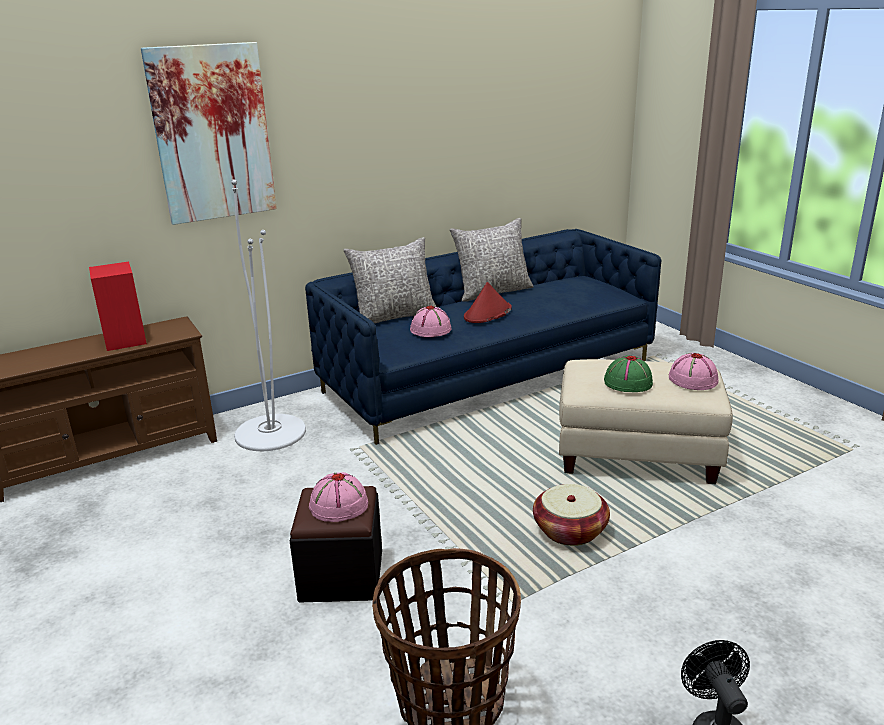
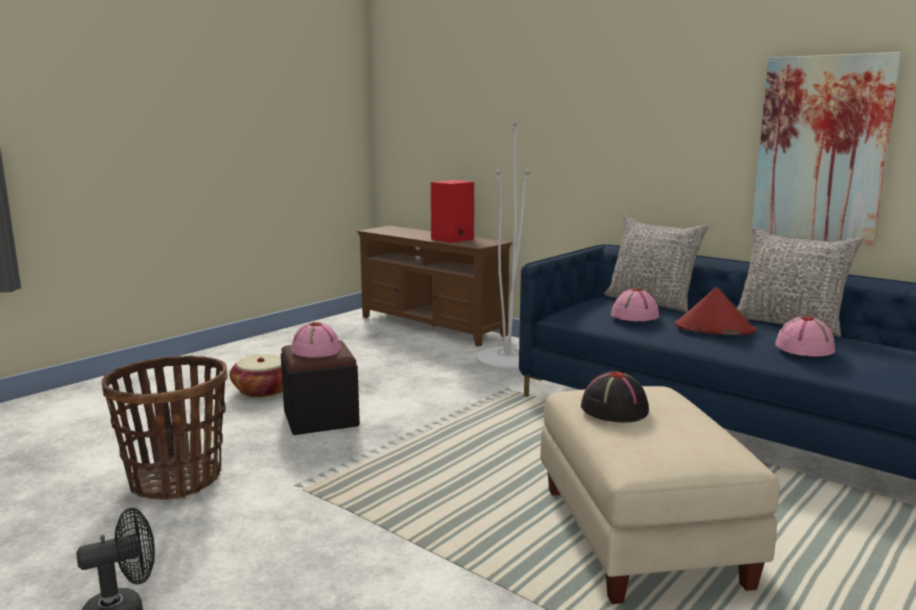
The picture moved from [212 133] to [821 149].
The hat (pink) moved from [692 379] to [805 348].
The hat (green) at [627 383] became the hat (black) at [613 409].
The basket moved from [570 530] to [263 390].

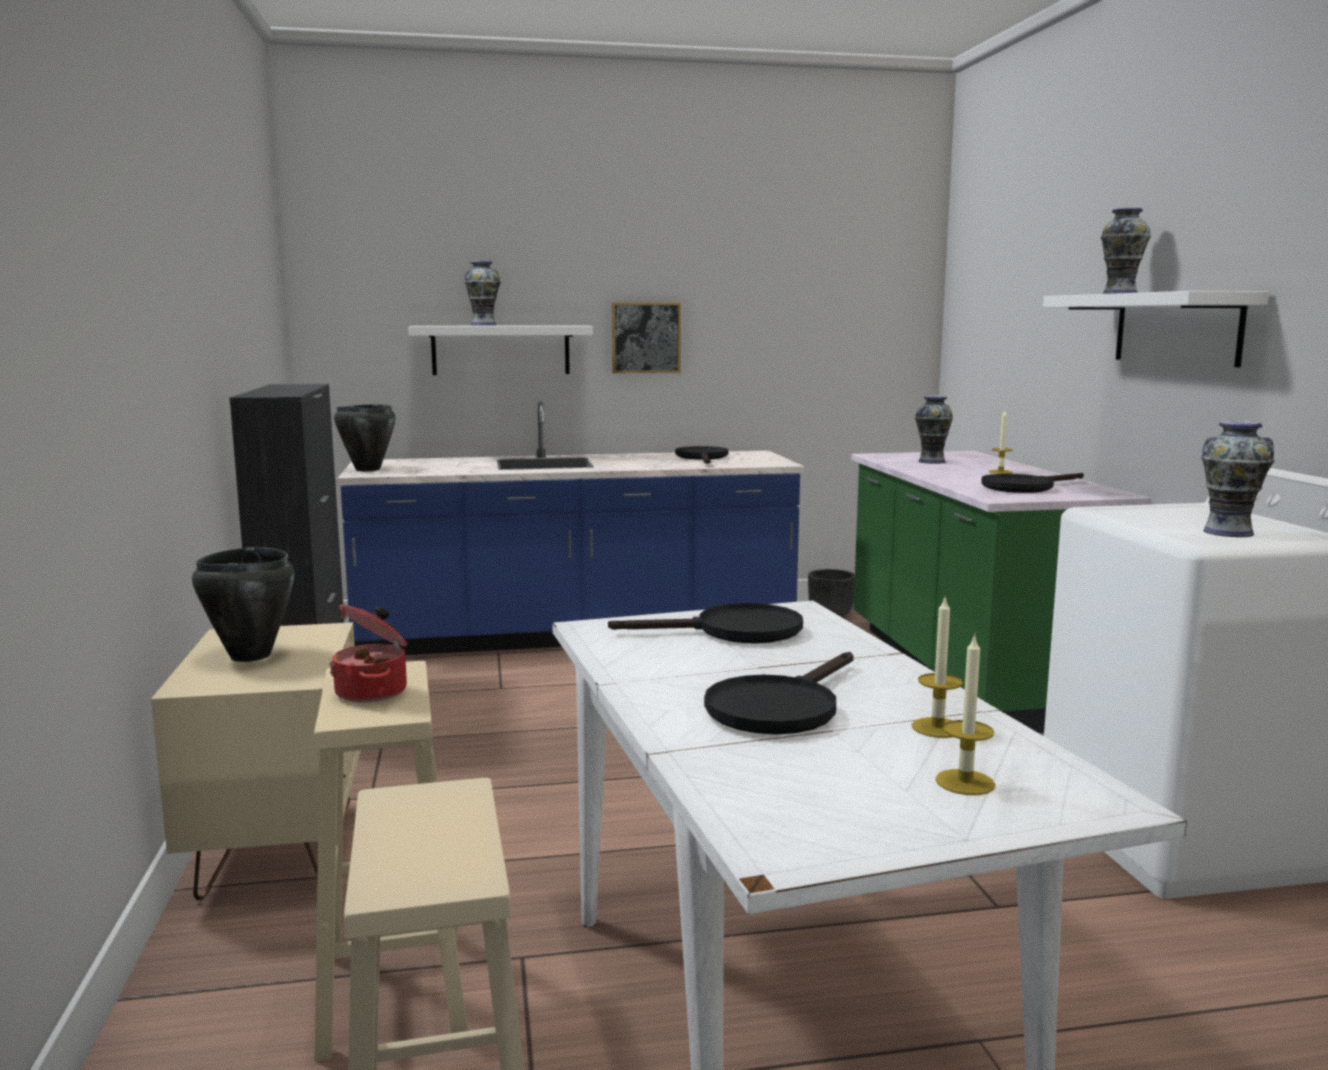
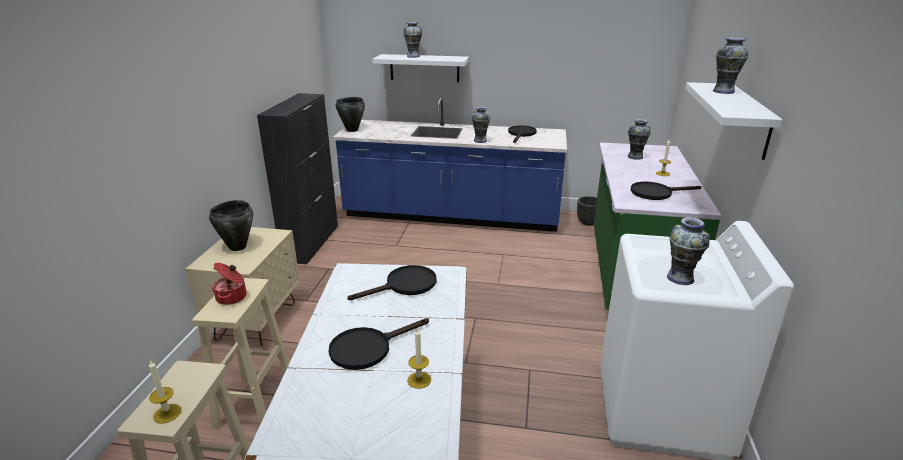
The picture at [646 337] disappeared.
The frying pan (black) at [733 631] turned 45 degrees counterclockwise.
The candle moved from [965 782] to [167 413].
The vase at [480 140] appeared.

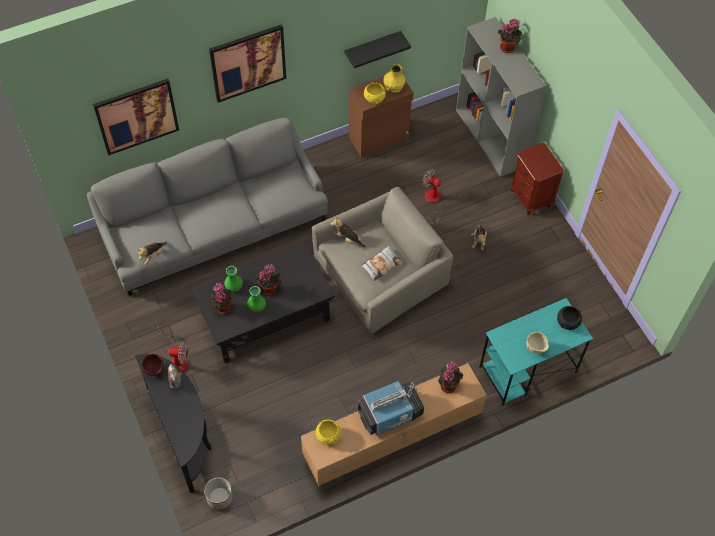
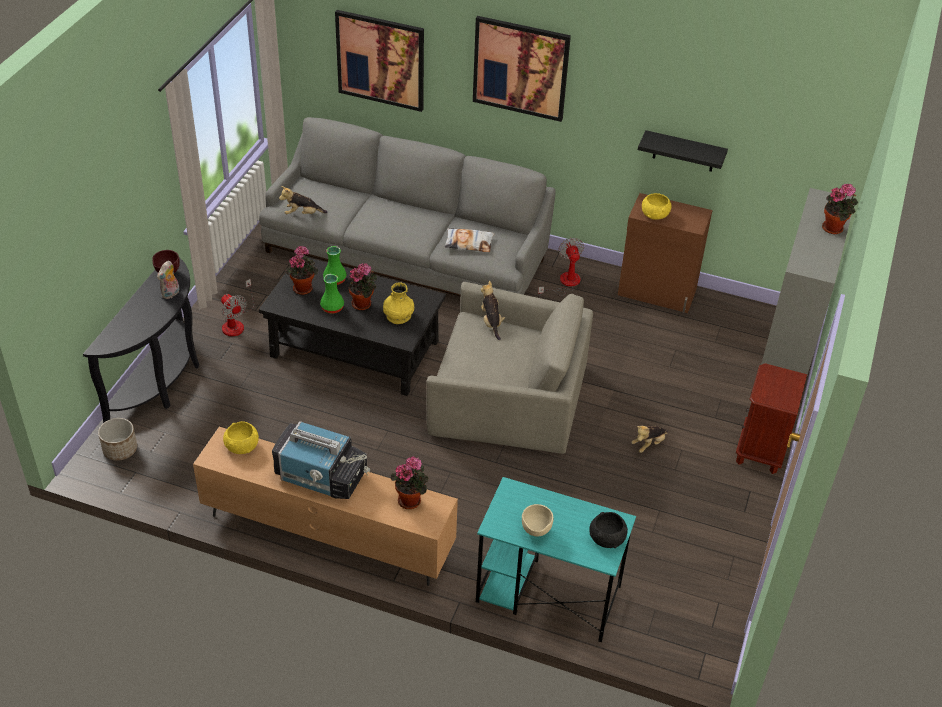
The vase (yellow) moved from [393 86] to [398 315].
The fan moved from [433 201] to [564 283].
The pillow moved from [381 264] to [469 243].

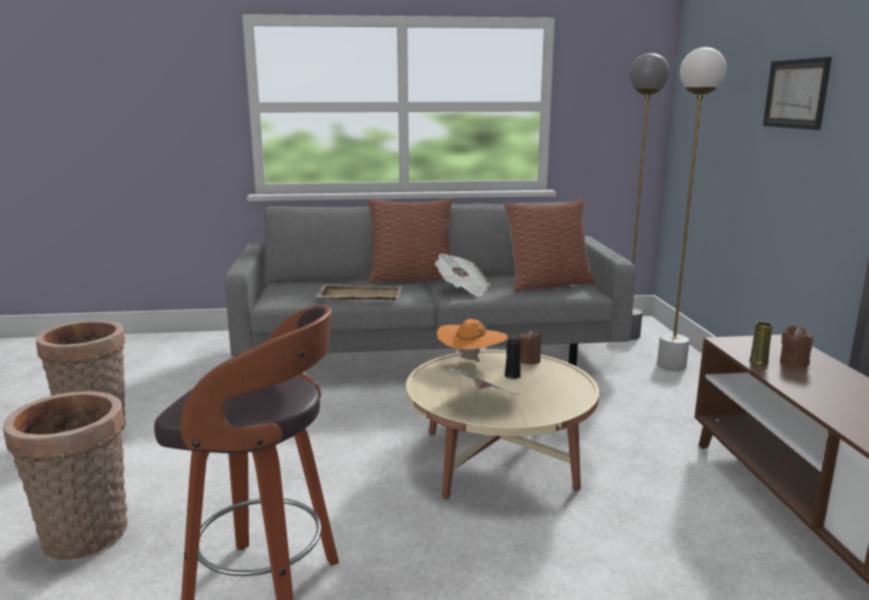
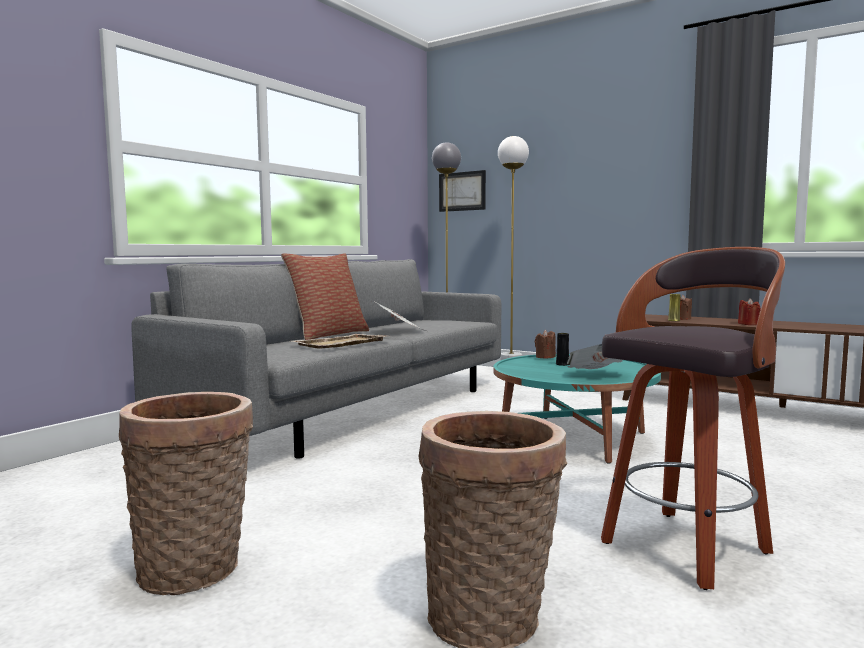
The picture moved from [796 94] to [462 191].
The pillow at [548 284] disappeared.
The hat (orange) at [471 362] disappeared.
The coffee table (beige) at [499 460] became the coffee table (turquoise) at [573 437].
The candle (red) at [748 324] appeared.

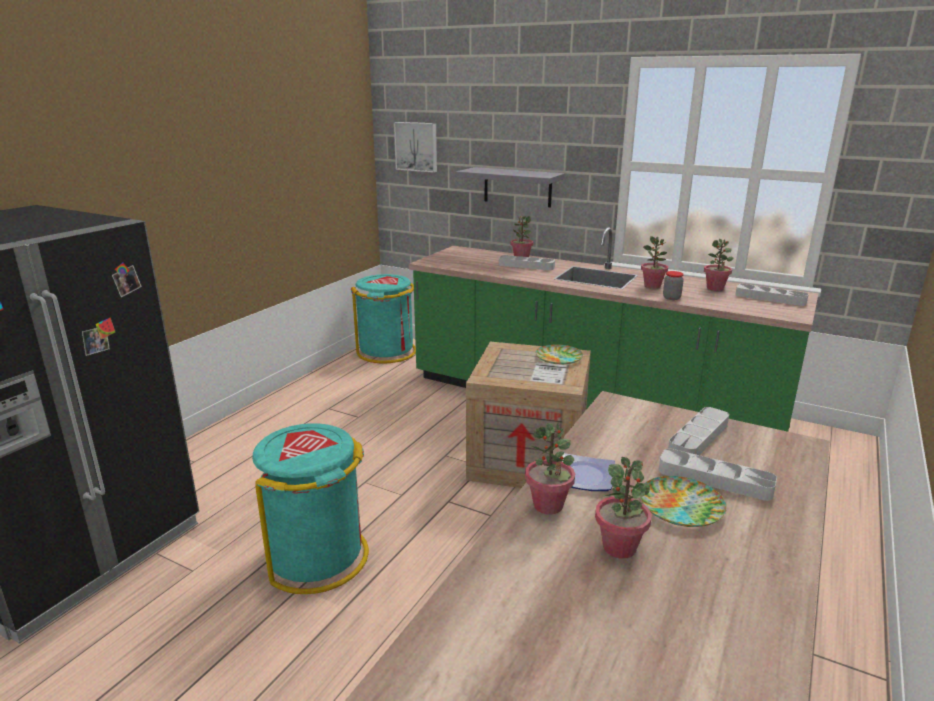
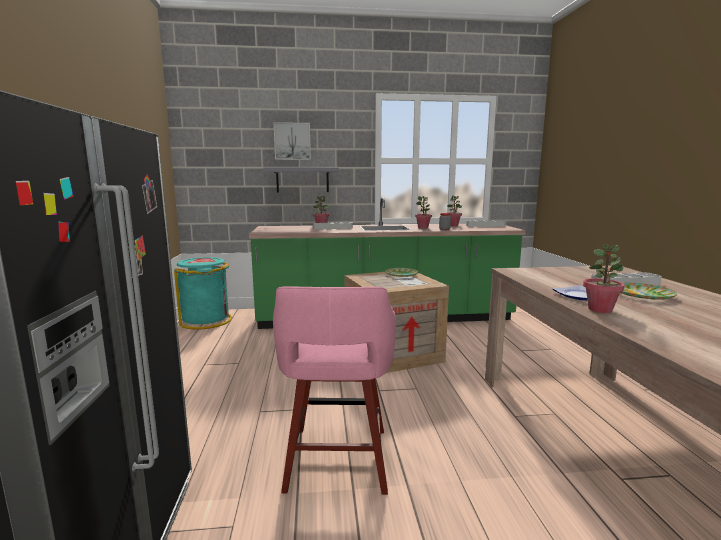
The picture moved from [416 146] to [292 141].
The tray (grey) at [698 438] disappeared.
The trash can (turquoise) at [317 557] was replaced by the stool (pink) at [337 461].
The potted plant at [619 547] disappeared.

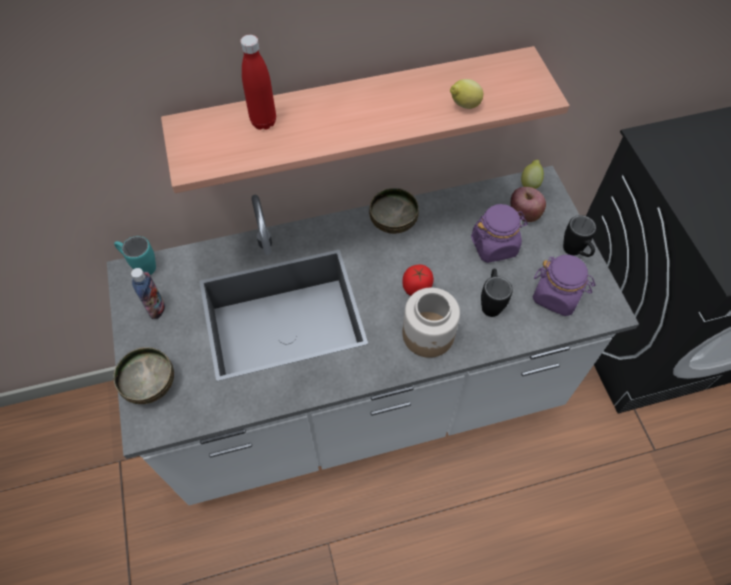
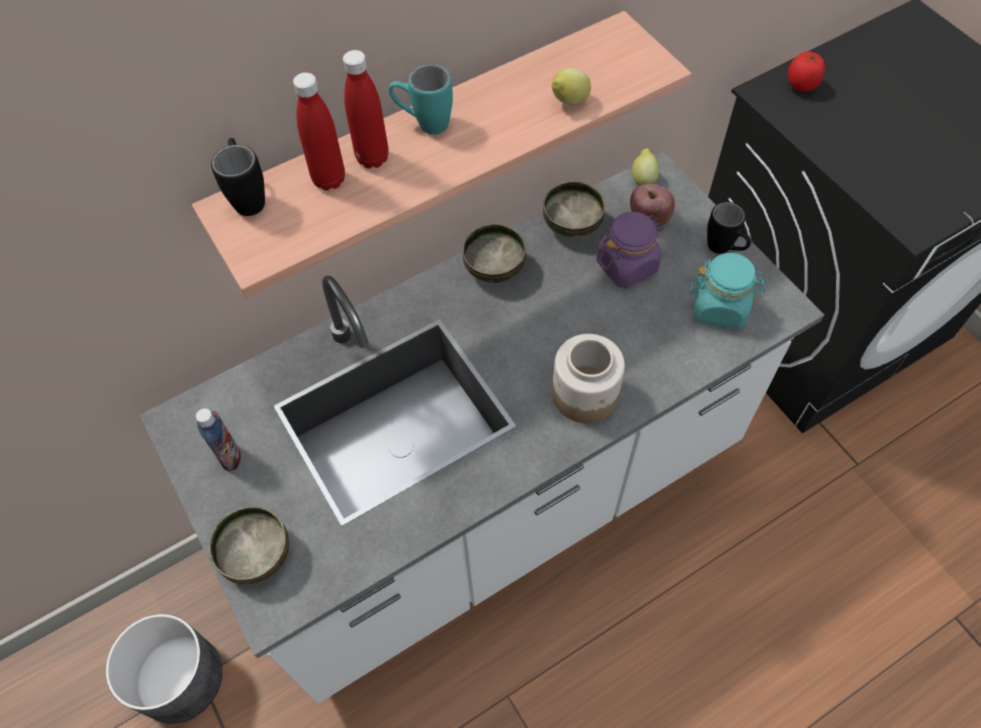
The mug (turquoise) moved from [141 266] to [424 123].
The jar (purple) at [556 296] became the jar (turquoise) at [720 307].
The tomato moved from [417 289] to [801 85].
The mug (black) moved from [490 302] to [248 196].
The bottle (red) at [372 158] appeared.
The bowl at [573 223] appeared.
The planter (grey) at [180 679] appeared.

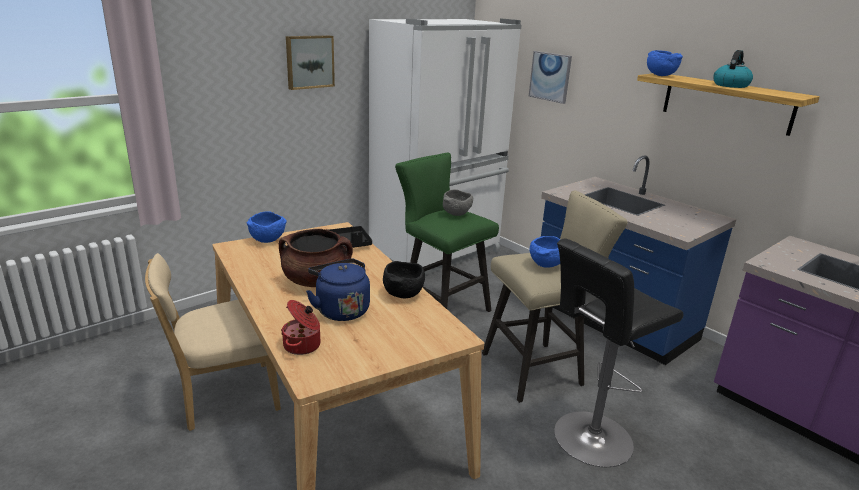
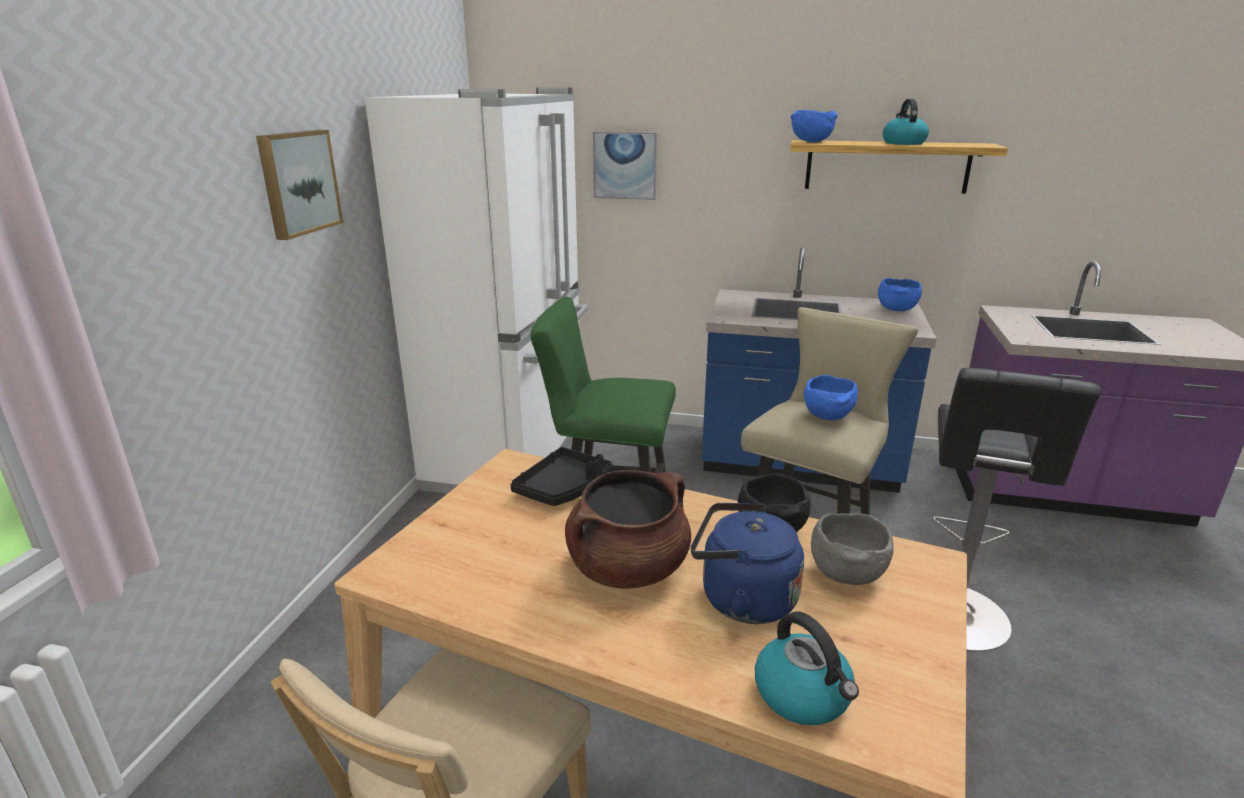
The bowl (grey) moved from [457 214] to [846 573].
The bowl (blue) moved from [268 240] to [896 309].
The cooking pot at [303 345] was replaced by the kettle at [803 695].

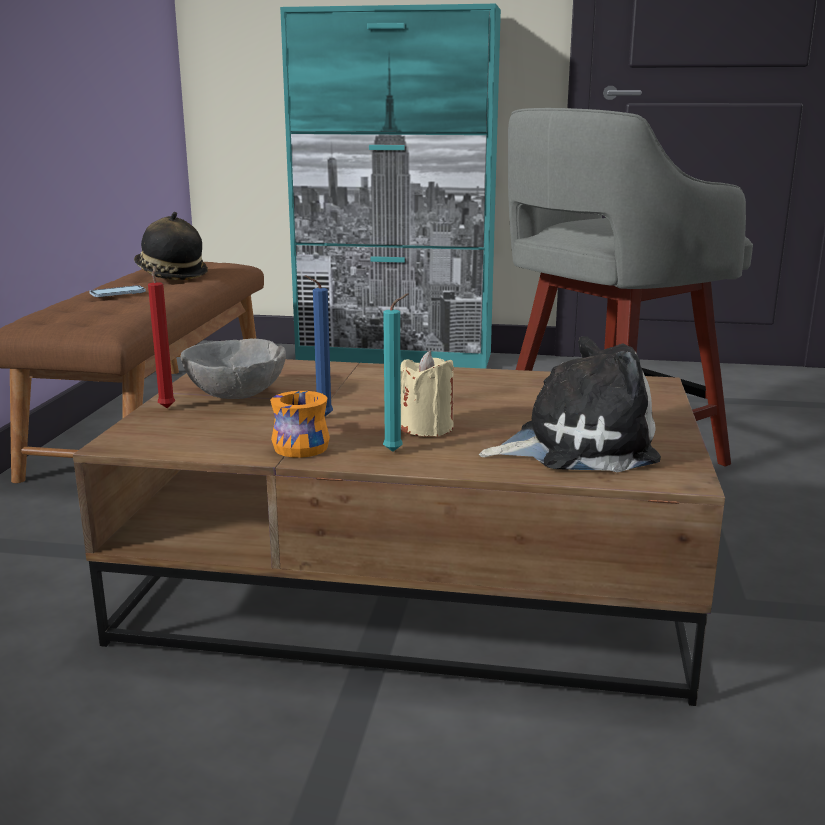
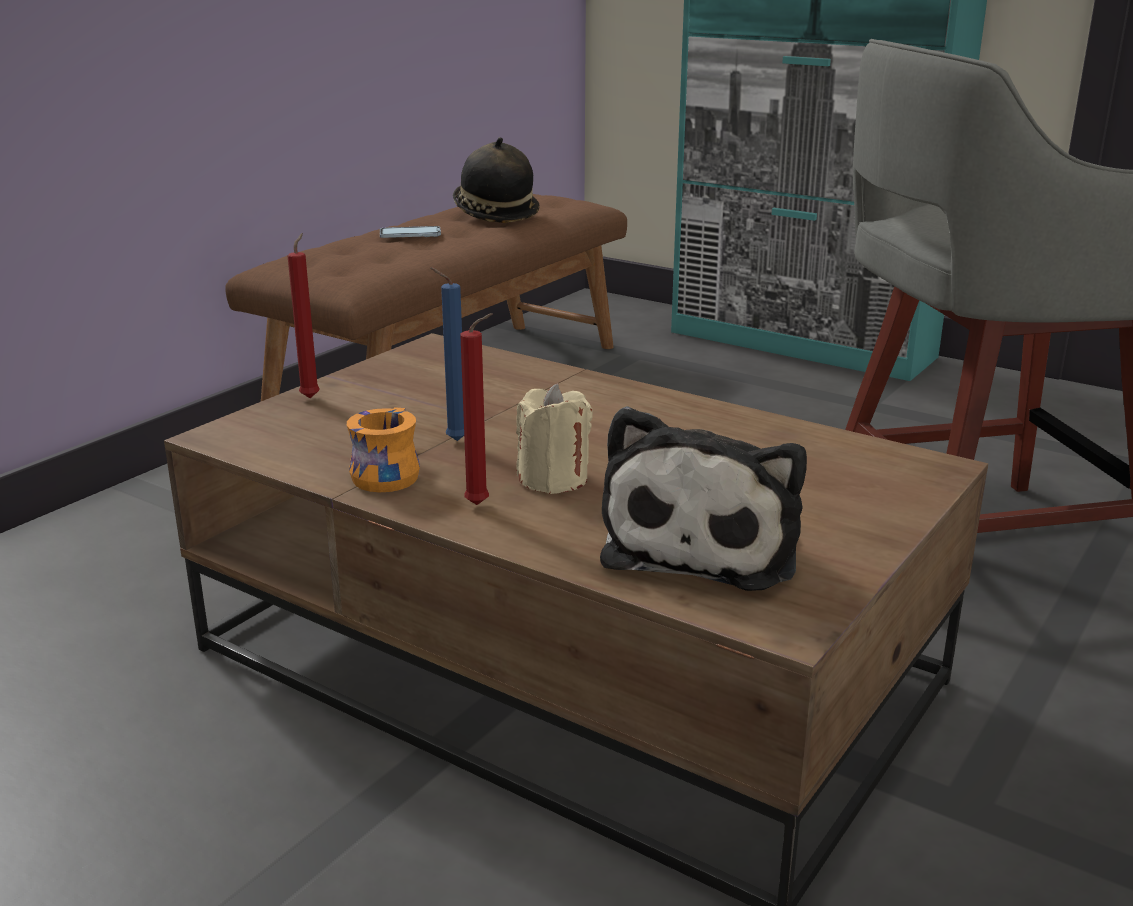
The candle (turquoise) at [396 451] became the candle (red) at [481 505].
The plush toy at [576 446] turned 90 degrees clockwise.
The bowl (grey) at [238 396] disappeared.

